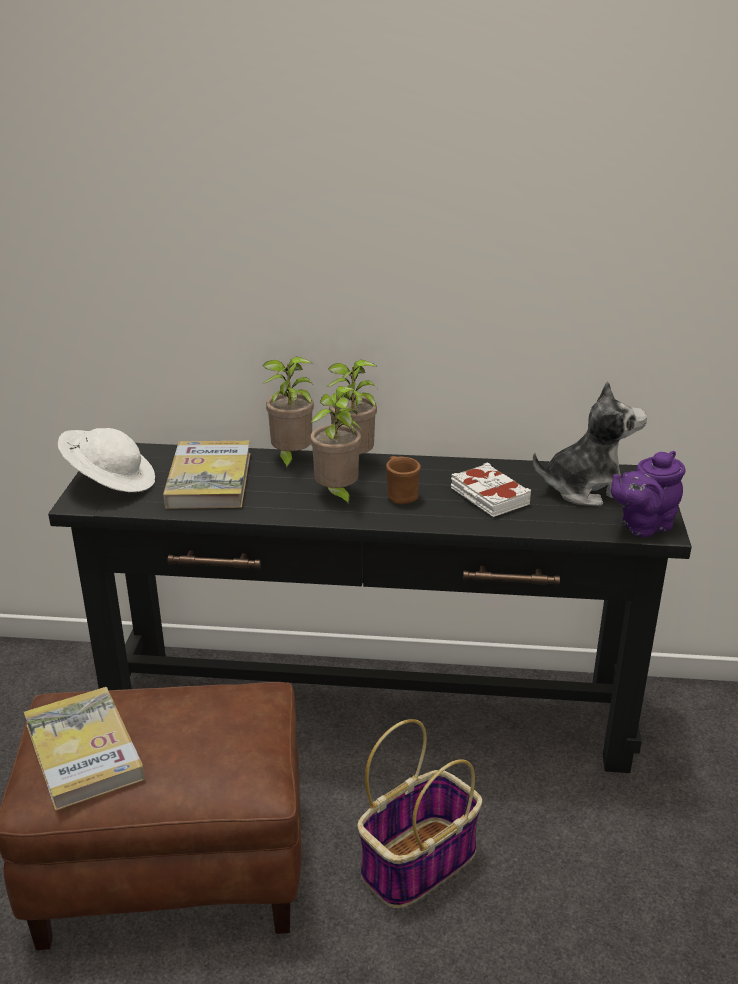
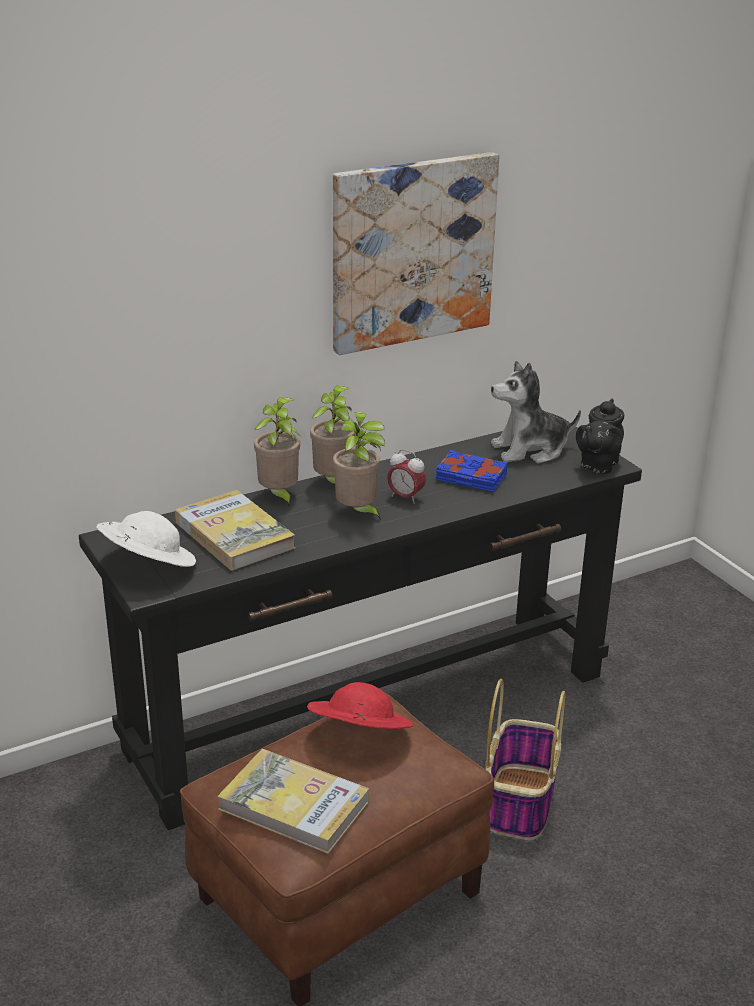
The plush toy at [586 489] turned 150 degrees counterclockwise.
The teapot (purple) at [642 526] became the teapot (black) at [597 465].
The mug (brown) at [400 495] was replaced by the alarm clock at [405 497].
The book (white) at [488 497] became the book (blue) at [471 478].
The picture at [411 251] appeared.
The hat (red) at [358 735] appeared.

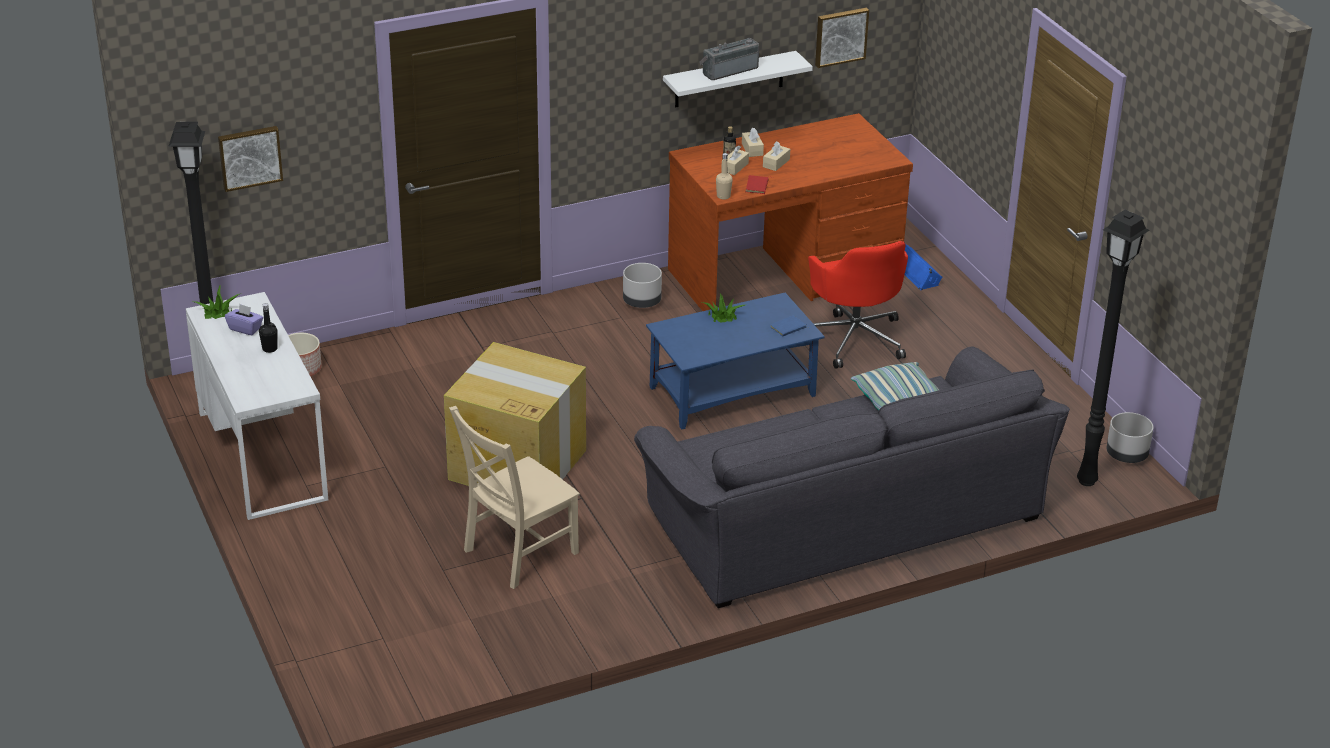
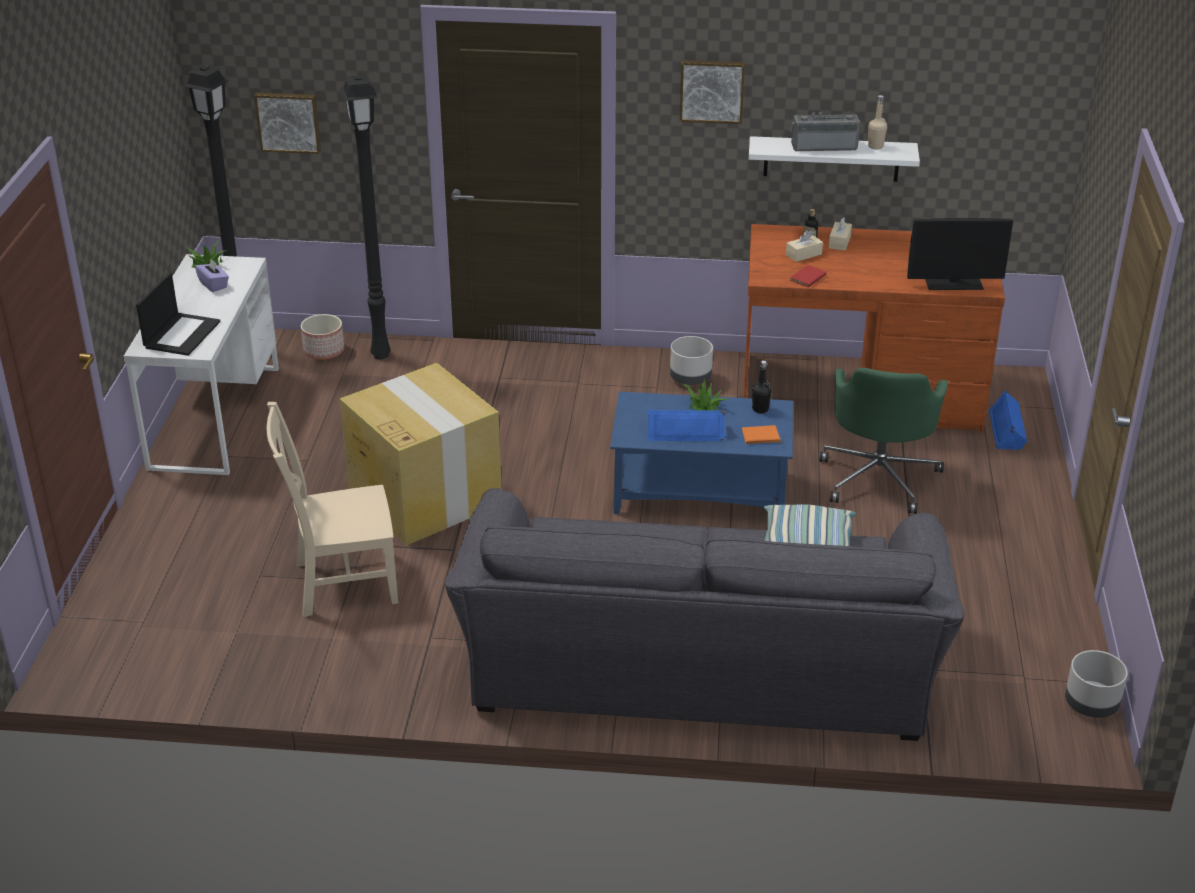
The picture moved from [840 36] to [712 90].
The tissue box (beige) at [776 163] disappeared.
The bottle (beige) moved from [723 196] to [875 146].
The floor lamp (black) moved from [1086 480] to [382 354].
The office chair (red) at [854 338] became the office chair (green) at [879 477].
The bottle (black) moved from [270 349] to [760 409].
The book (blue) at [788 328] became the book (orange) at [760 437].
The monitor at [953 283] appeared.
The laptop at [181 334] appeared.
The speaker (blue) at [685 431] appeared.

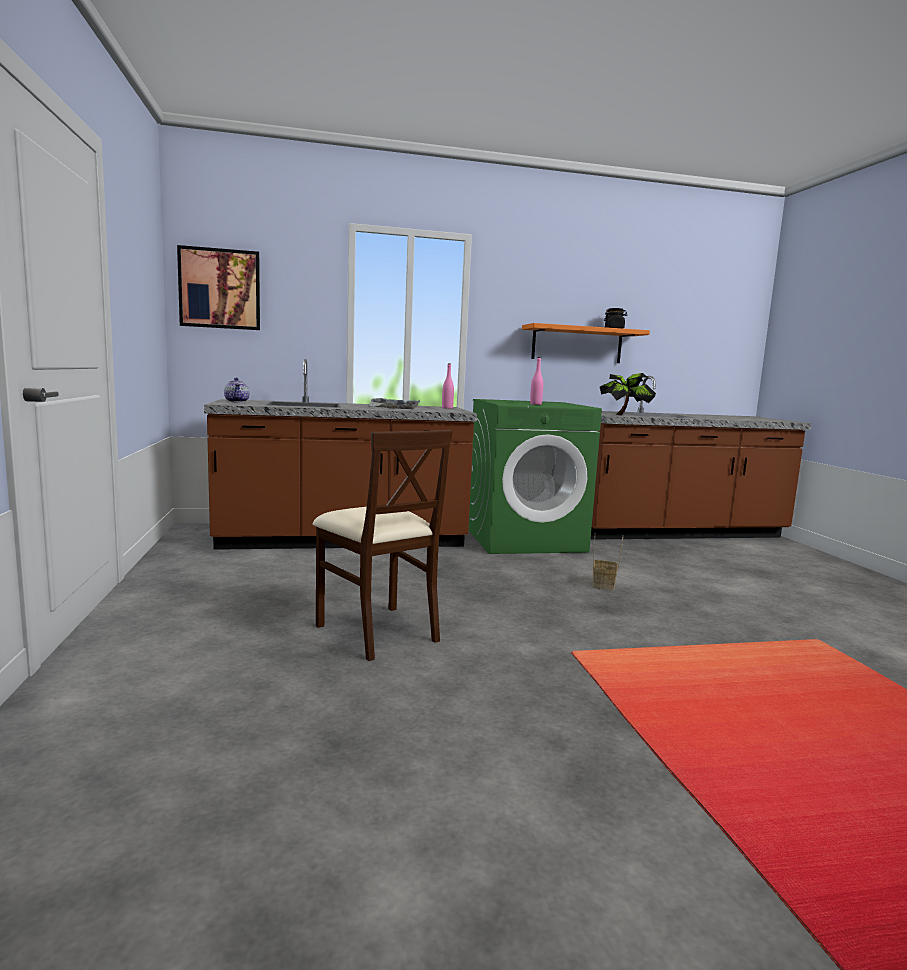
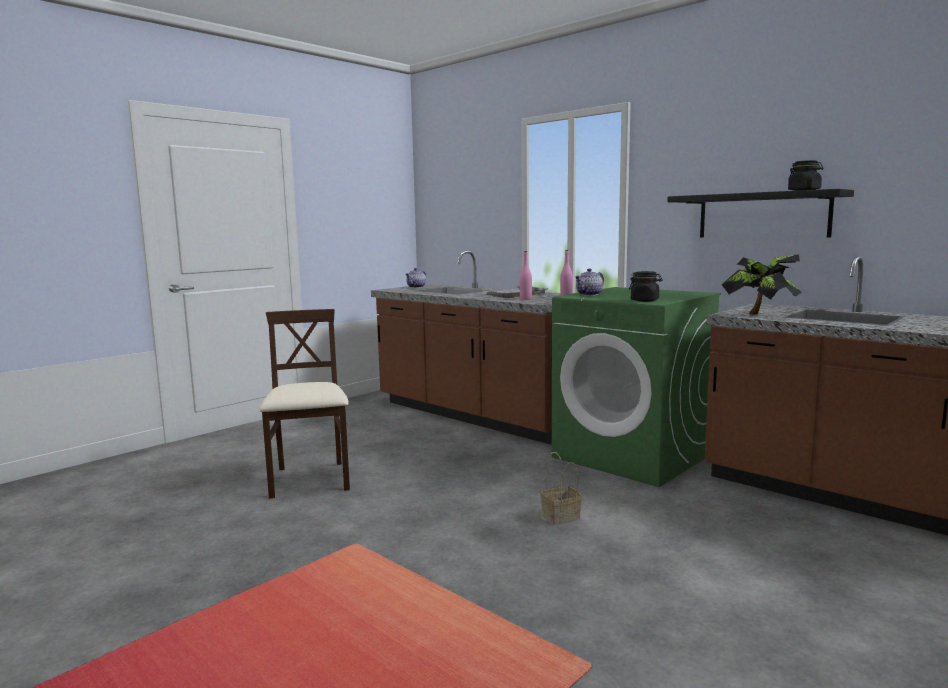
The picture at [220 289] disappeared.
The shelf (orange) at [577 344] became the shelf (black) at [762 215].
The bottle (pink) moved from [535 404] to [525 299].
The chair (beige) at [378 631] turned 150 degrees clockwise.
The teapot at [589 295] appeared.
The jar (black) at [645 300] appeared.

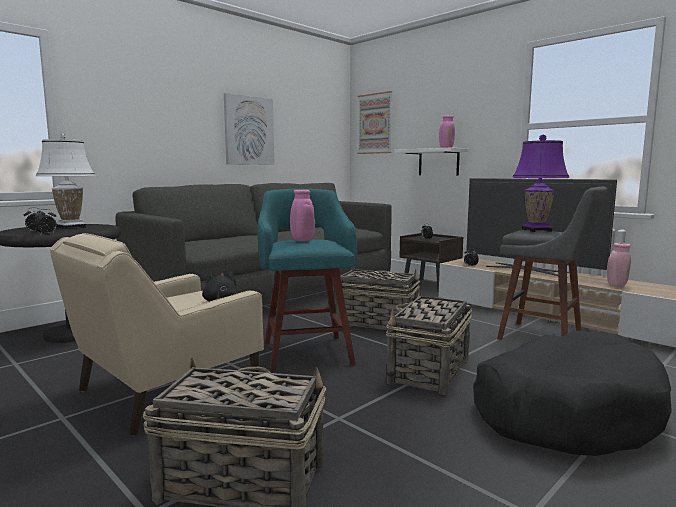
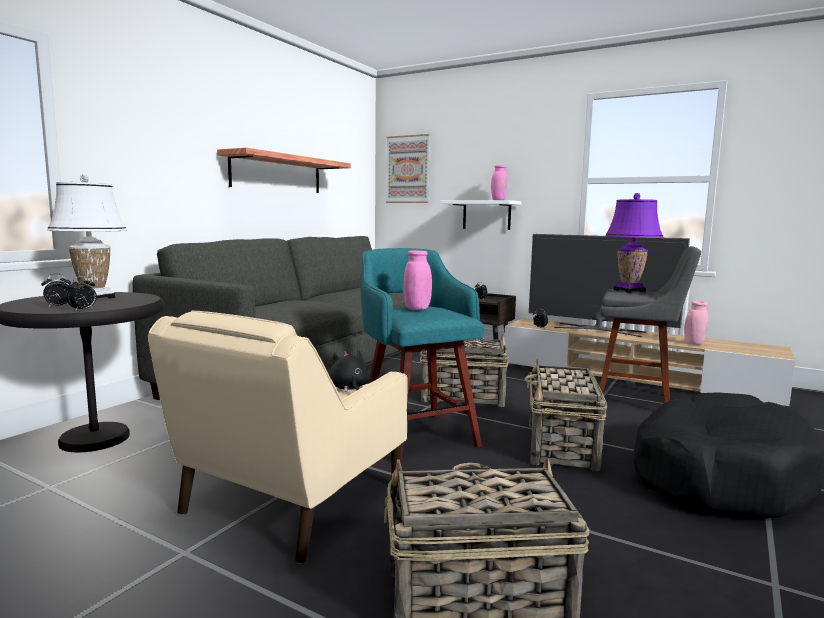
The picture at [249 131] was replaced by the shelf at [277 174].

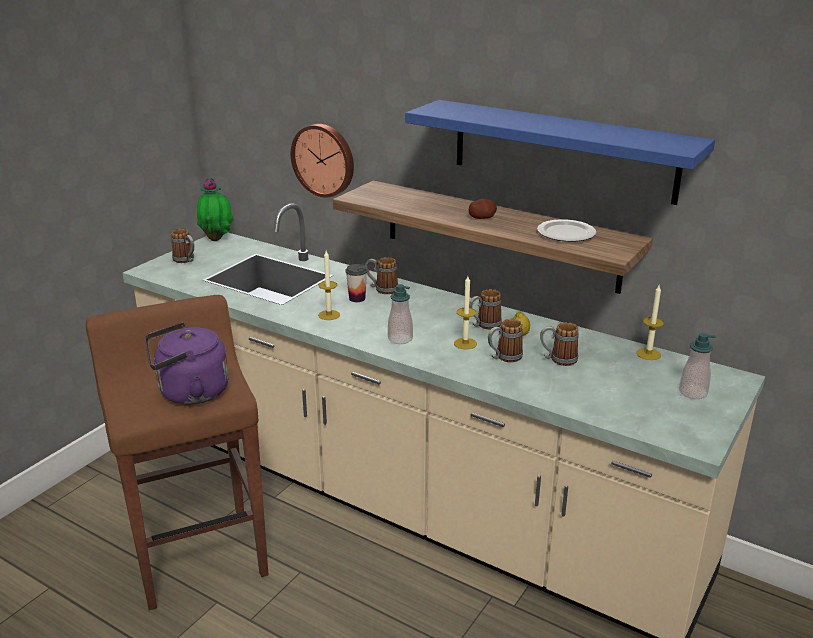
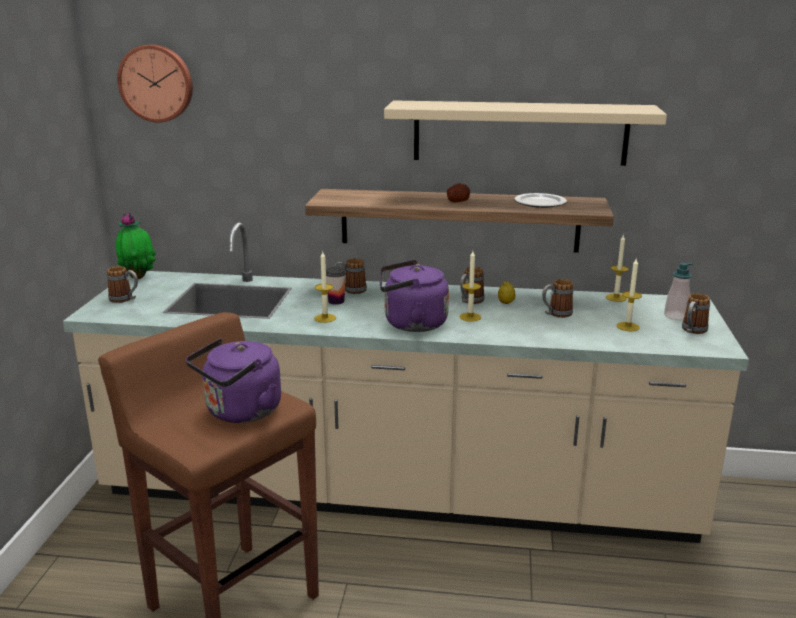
The shelf (blue) at [562 150] became the shelf (beige) at [519 132].
The wall clock moved from [324 159] to [157 83].
The soap dispenser at [400 339] was replaced by the kettle (purple) at [411 324].
The mug moved from [504 357] to [692 331].
The candle at [628 326] appeared.

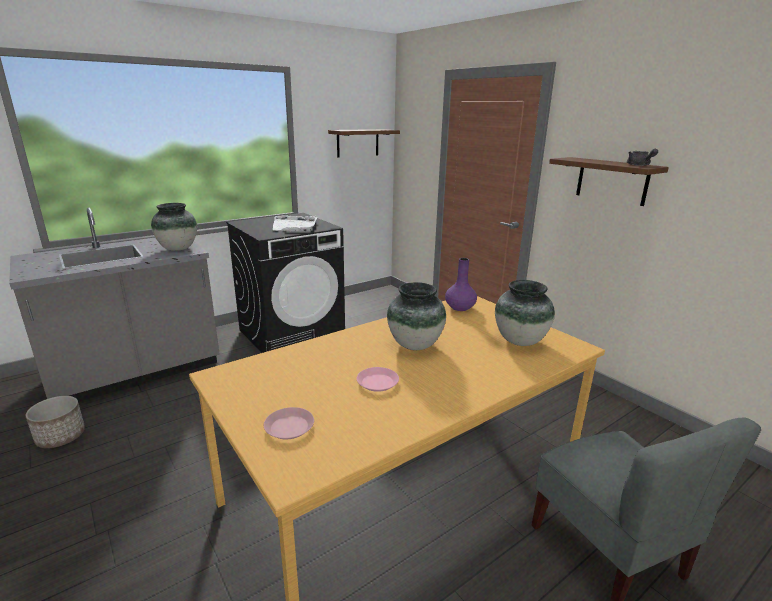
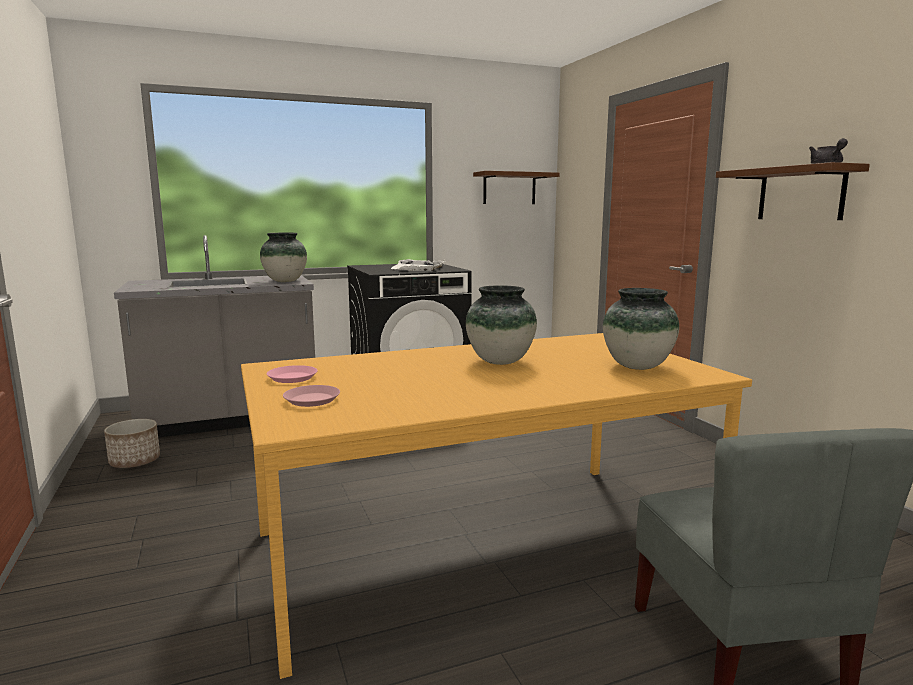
The vase (purple) at [460 308] disappeared.
The plate (pink) moved from [377 382] to [292 378].

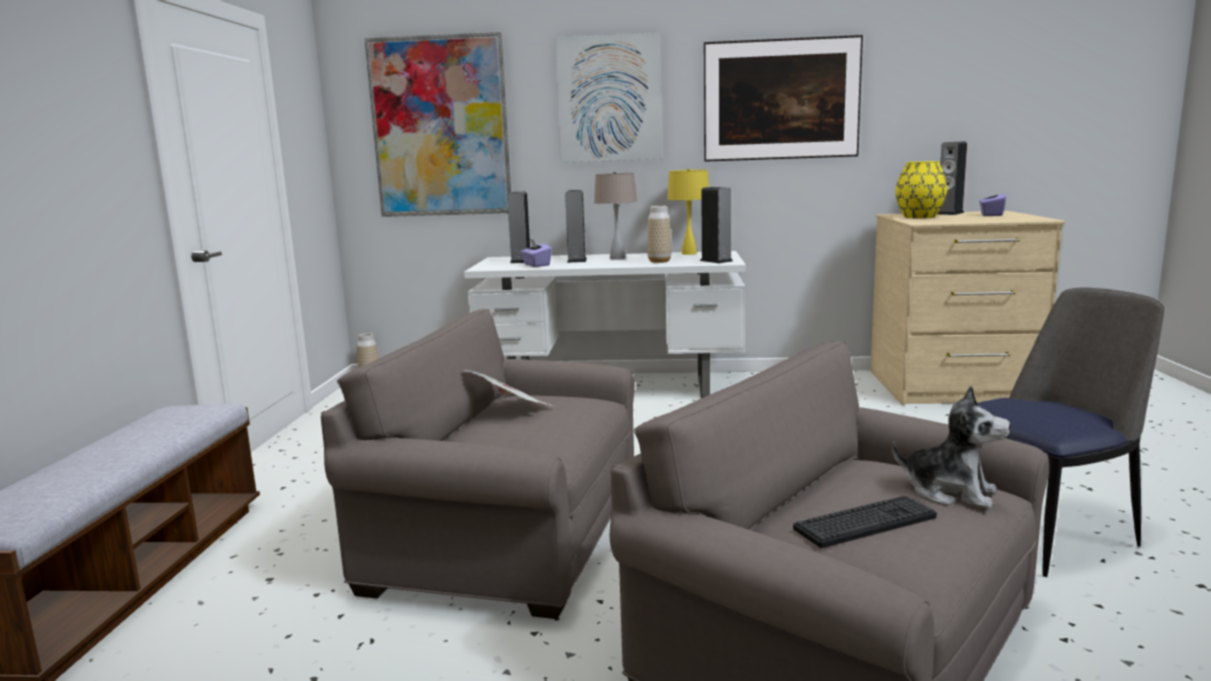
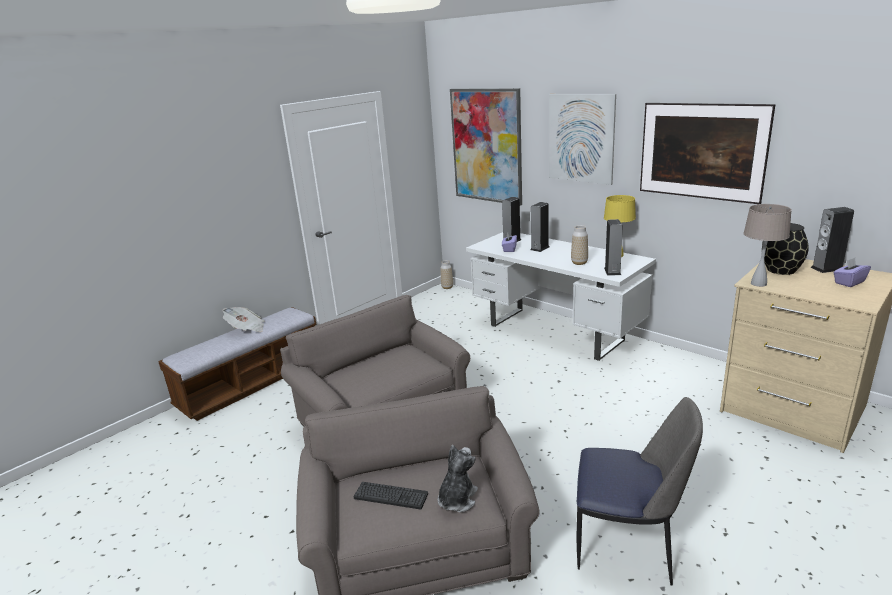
The vase (yellow) at [920 217] became the vase (black) at [781 270].
The table lamp (beige) moved from [617 258] to [758 283].
The newspaper moved from [511 410] to [246 329].
The plush toy at [950 492] turned 135 degrees counterclockwise.

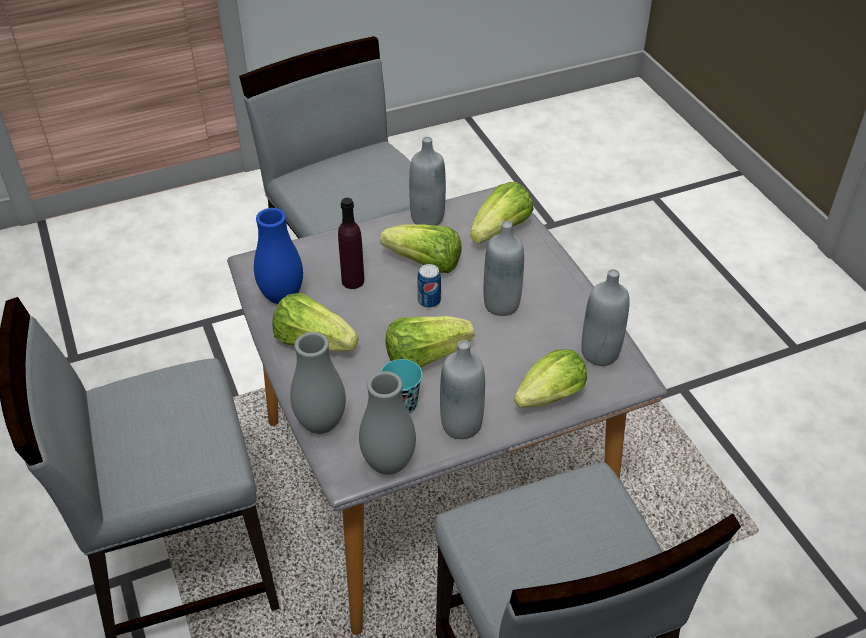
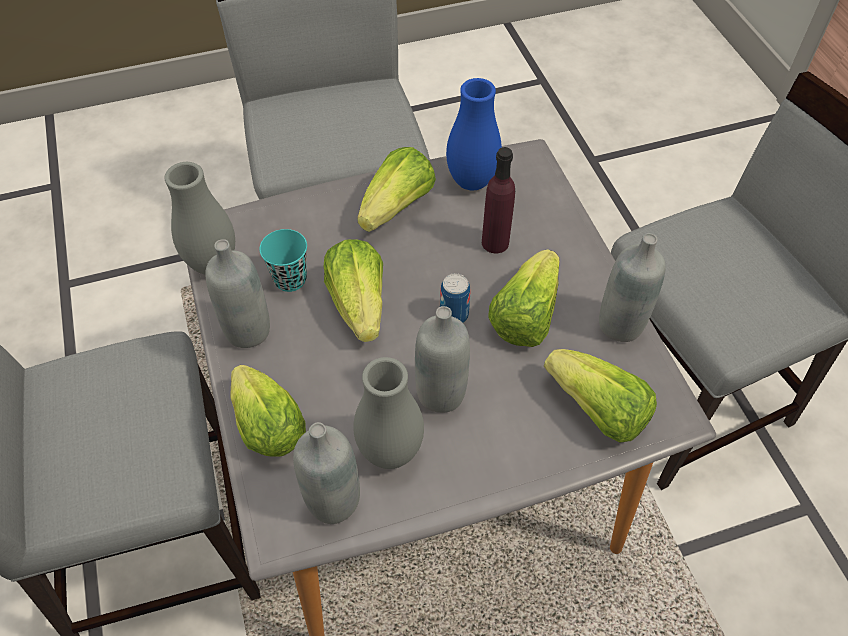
The vase (grey) moved from [321 424] to [390 451].

